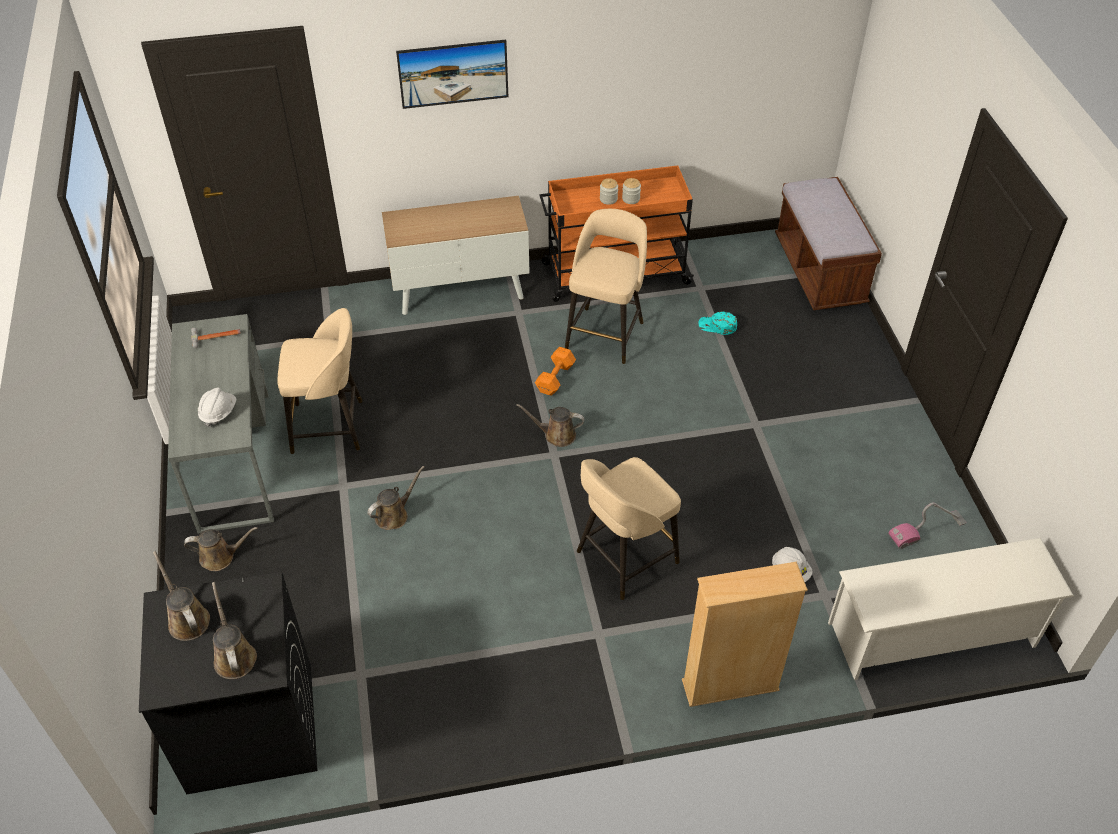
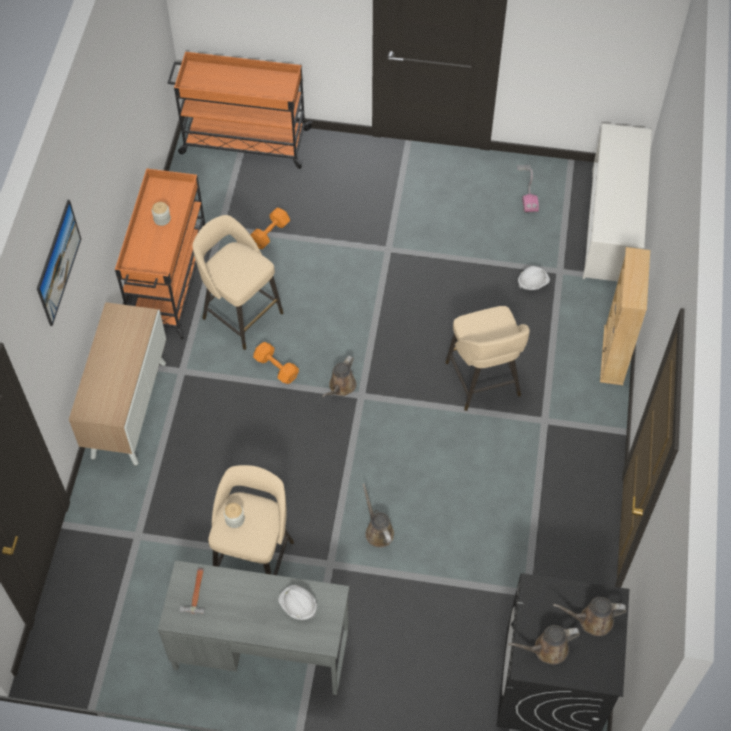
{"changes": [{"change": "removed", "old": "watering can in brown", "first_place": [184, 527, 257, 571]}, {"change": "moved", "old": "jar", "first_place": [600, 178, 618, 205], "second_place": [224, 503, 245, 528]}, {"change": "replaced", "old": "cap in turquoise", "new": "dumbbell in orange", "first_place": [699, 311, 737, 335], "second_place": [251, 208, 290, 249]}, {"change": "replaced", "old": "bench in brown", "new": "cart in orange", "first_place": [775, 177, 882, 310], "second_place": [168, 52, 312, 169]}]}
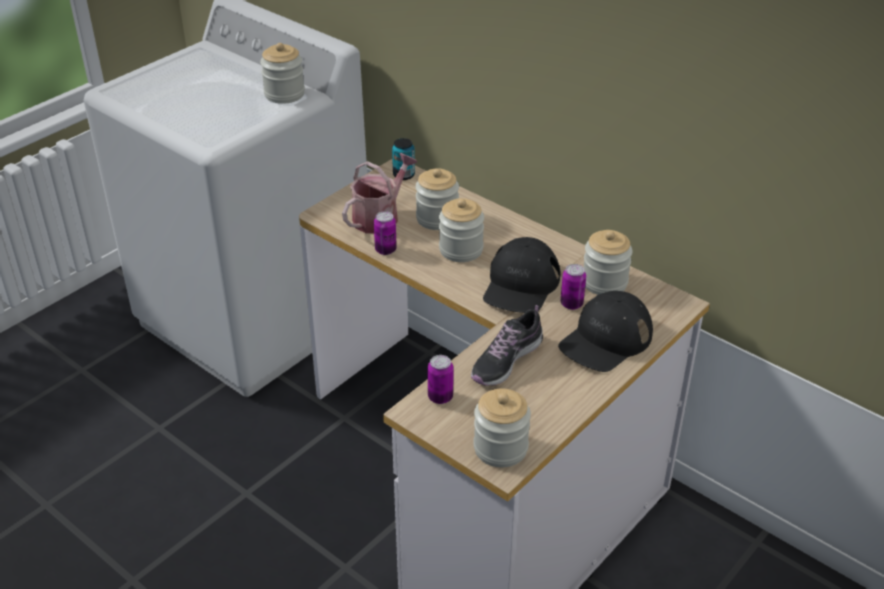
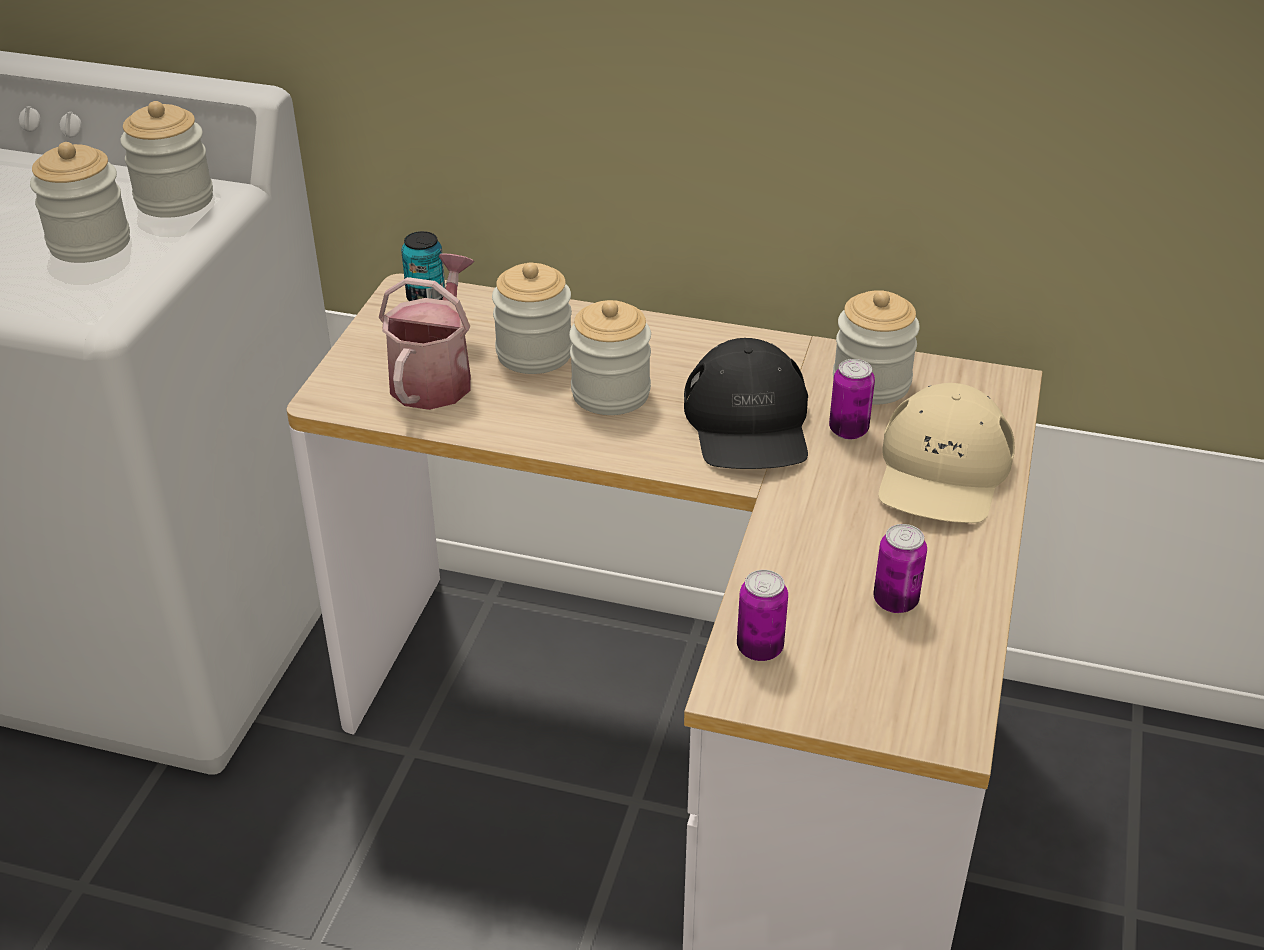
{"changes": [{"change": "moved", "old": "can", "first_place": [374, 211, 397, 255], "second_place": [873, 524, 927, 613]}, {"change": "removed", "old": "shoe", "first_place": [471, 305, 543, 386]}, {"change": "moved", "old": "jar", "first_place": [474, 389, 531, 467], "second_place": [30, 142, 130, 263]}, {"change": "recoloured", "old": "cap in black", "new": "cap in beige", "first_place": [558, 291, 653, 372], "second_place": [878, 383, 1015, 523]}]}
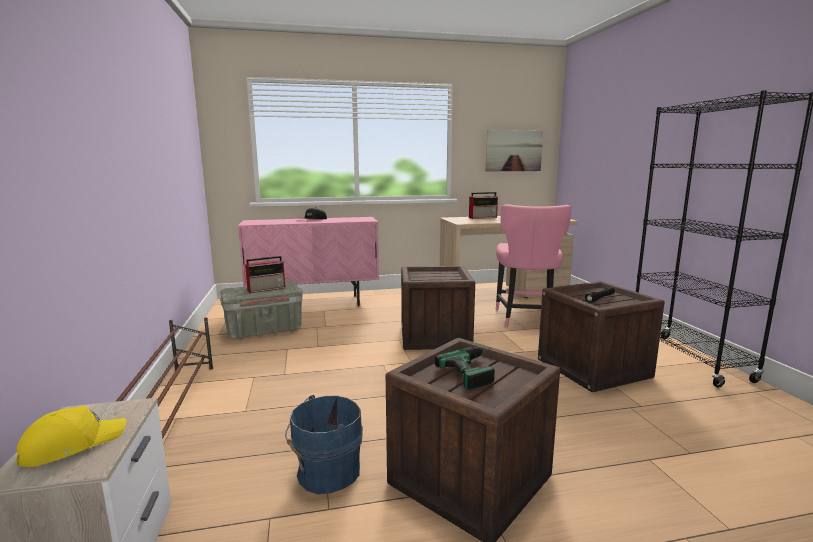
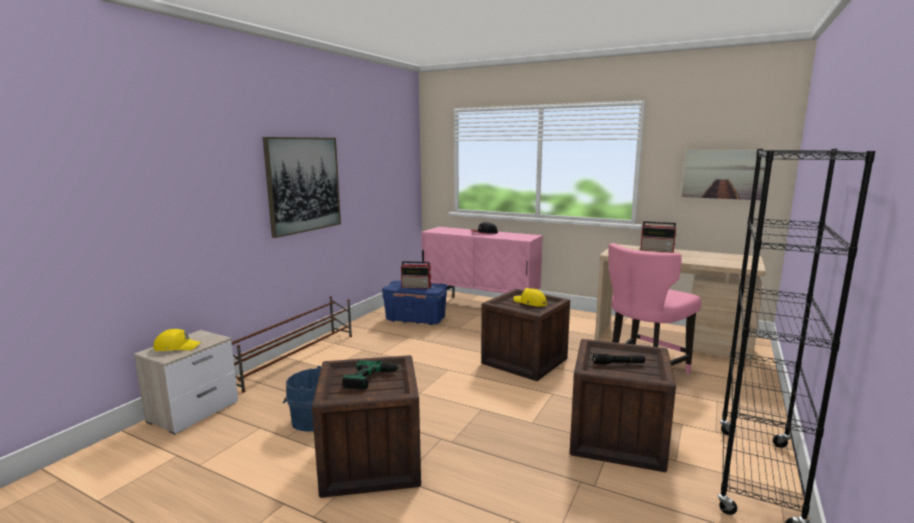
{"changes": [{"change": "recoloured", "old": "storage box in grey", "new": "storage box in blue", "first_place": [220, 281, 303, 339], "second_place": [382, 281, 447, 325]}, {"change": "added", "new": "picture", "second_place": [263, 137, 341, 238]}, {"change": "added", "new": "cap in yellow", "second_place": [513, 288, 547, 307]}]}
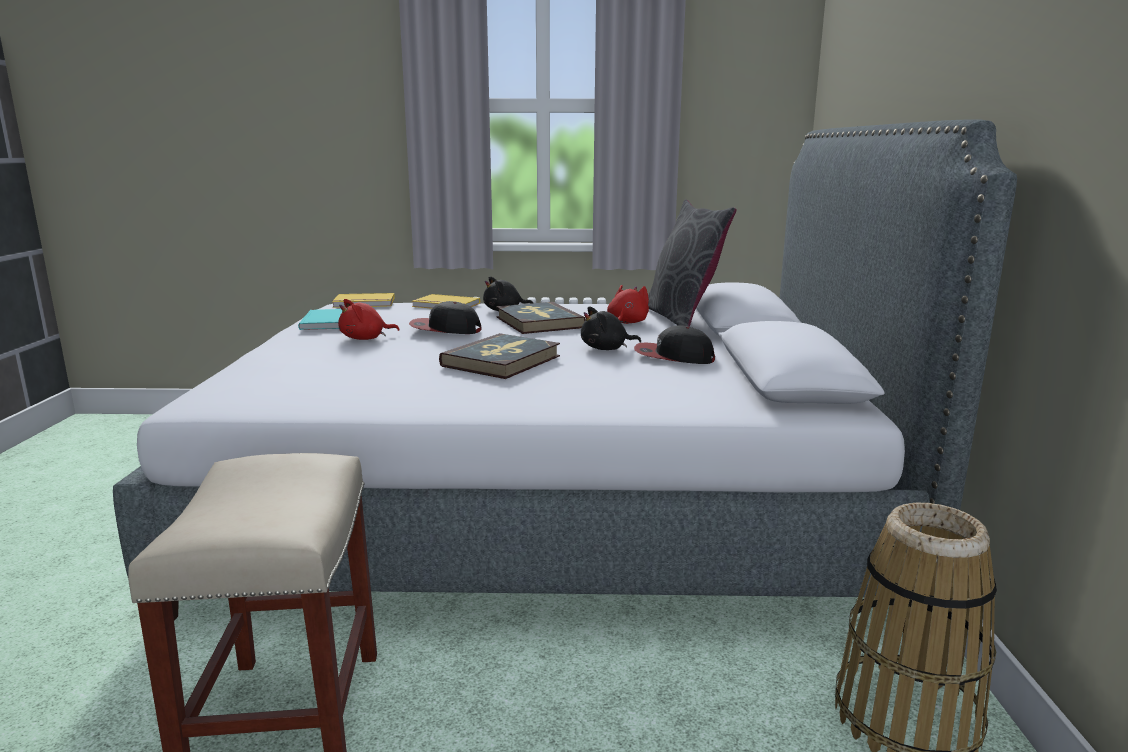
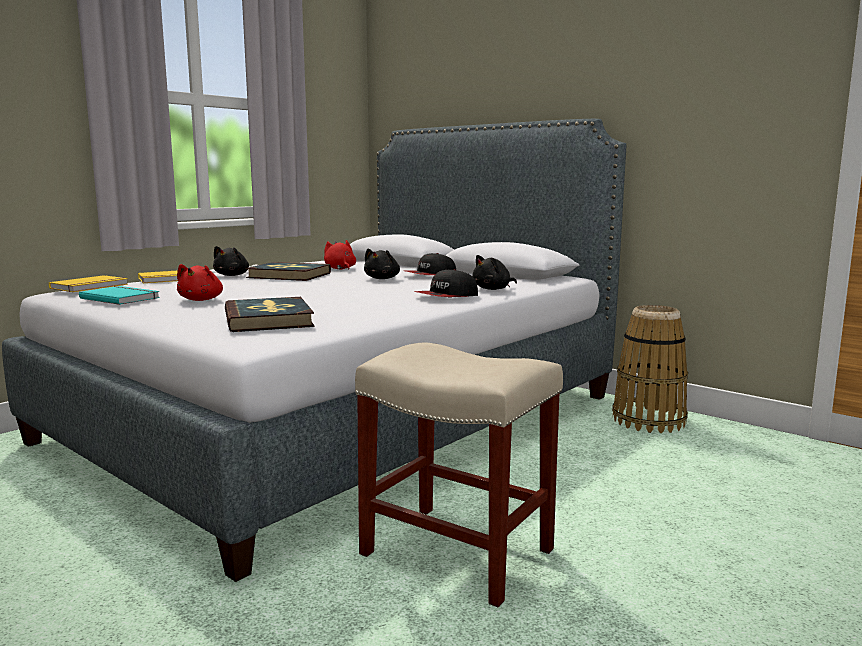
{"changes": [{"change": "moved", "old": "cap", "first_place": [409, 301, 481, 334], "second_place": [414, 269, 478, 297]}, {"change": "moved", "old": "book", "first_place": [439, 333, 560, 379], "second_place": [225, 297, 315, 332]}, {"change": "removed", "old": "pillow in grey", "first_place": [648, 199, 737, 327]}, {"change": "added", "new": "plush toy in black", "second_place": [472, 255, 517, 290]}]}
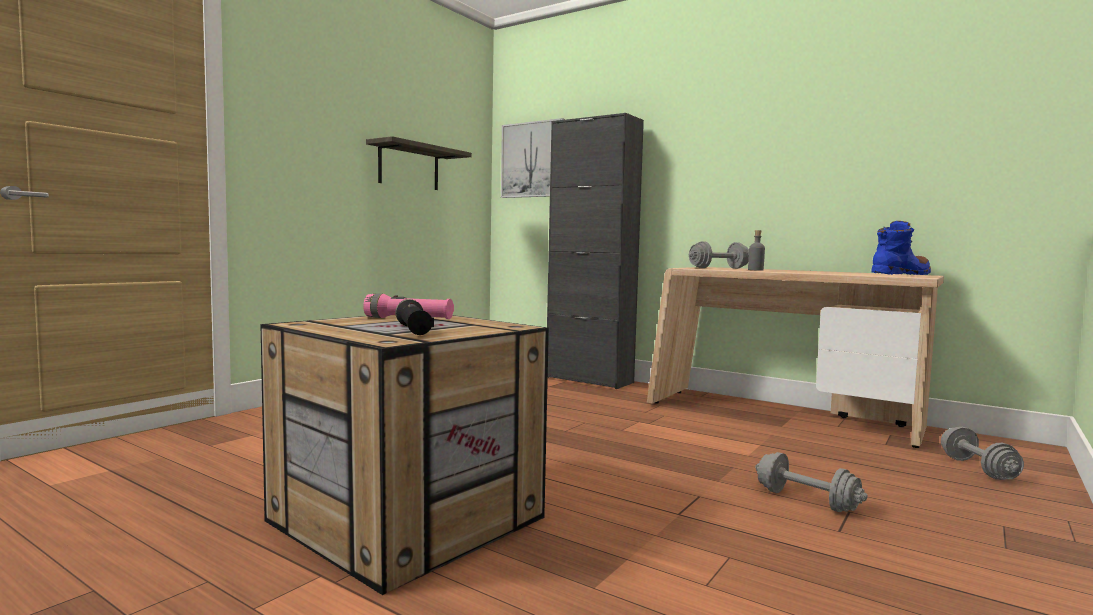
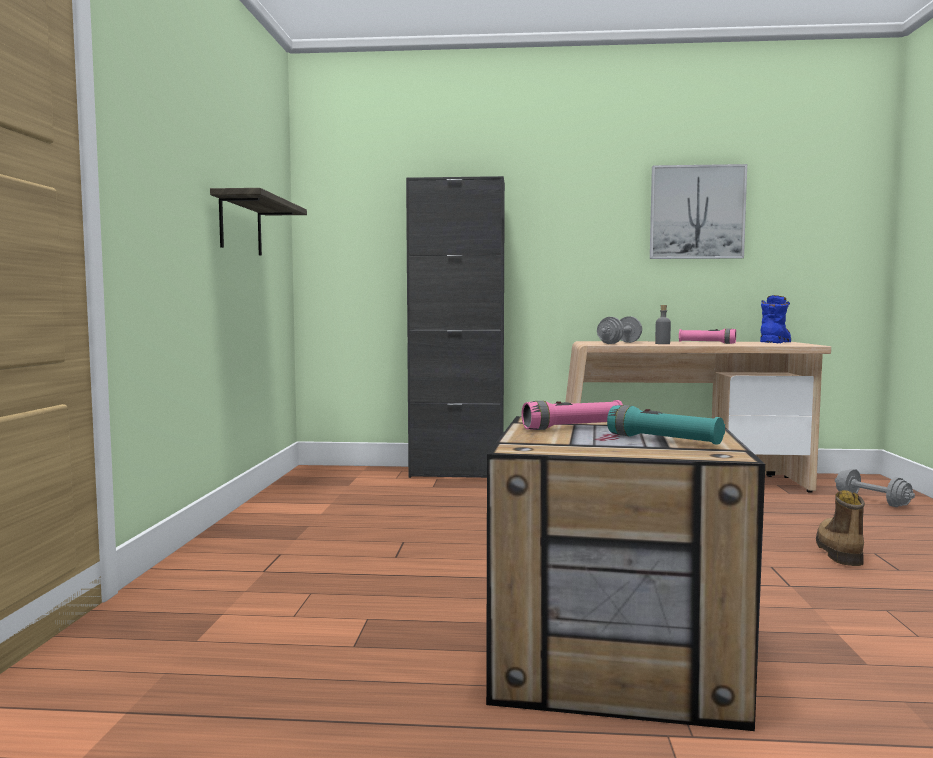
{"changes": [{"change": "recoloured", "old": "flashlight in black", "new": "flashlight in turquoise", "first_place": [395, 299, 434, 335], "second_place": [607, 405, 725, 445]}, {"change": "moved", "old": "picture", "first_place": [501, 118, 565, 198], "second_place": [650, 164, 747, 259]}, {"change": "replaced", "old": "dumbbell in grey", "new": "boot", "first_place": [755, 452, 868, 512], "second_place": [816, 490, 865, 566]}, {"change": "added", "new": "flashlight in pink", "second_place": [679, 328, 736, 344]}]}
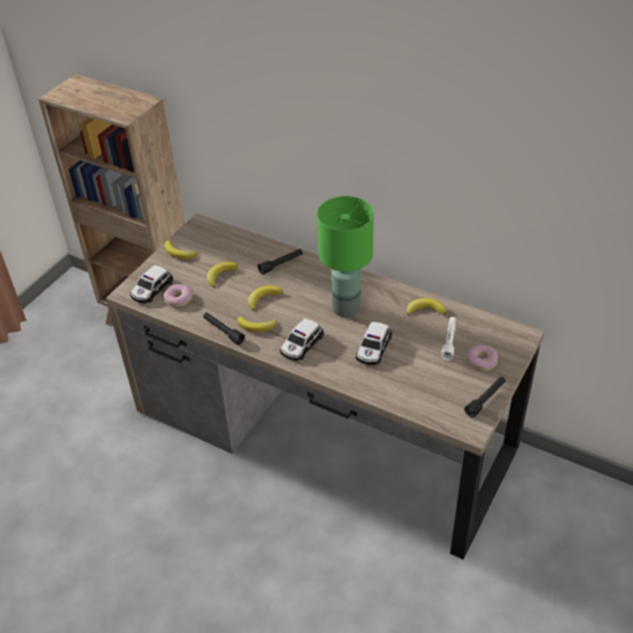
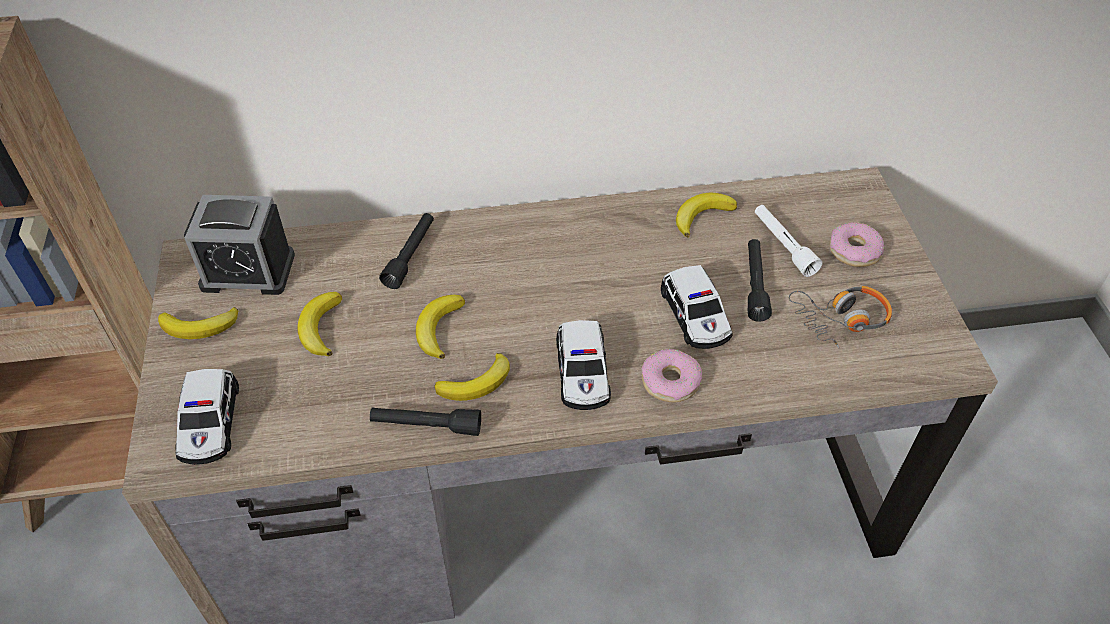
{"changes": [{"change": "moved", "old": "donut", "first_place": [163, 284, 193, 307], "second_place": [641, 349, 702, 402]}, {"change": "removed", "old": "table lamp in green", "first_place": [317, 196, 374, 317]}, {"change": "moved", "old": "flashlight in black", "first_place": [464, 376, 506, 418], "second_place": [748, 239, 772, 322]}, {"change": "added", "new": "alarm clock", "second_place": [184, 195, 295, 295]}, {"change": "added", "new": "headphones", "second_place": [789, 286, 892, 348]}]}
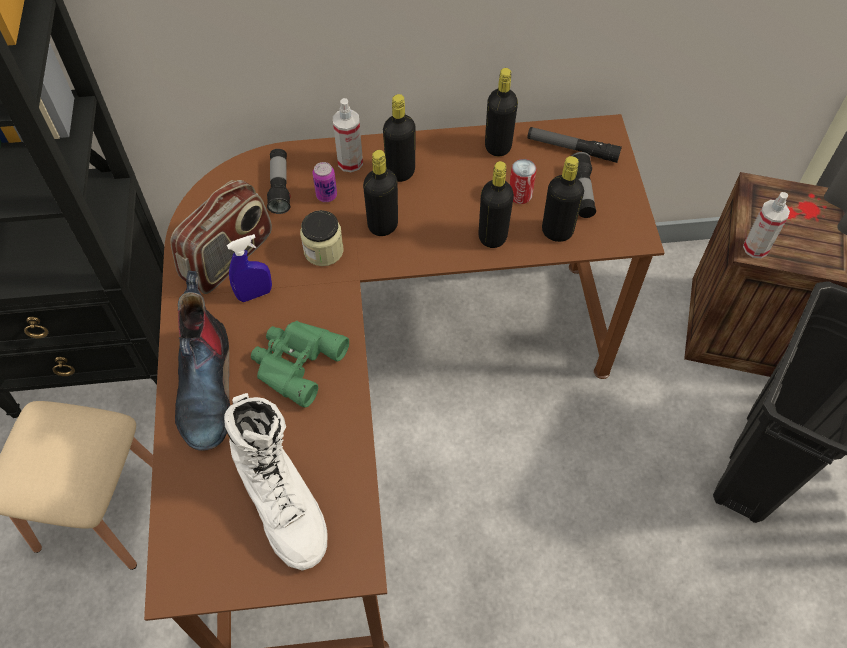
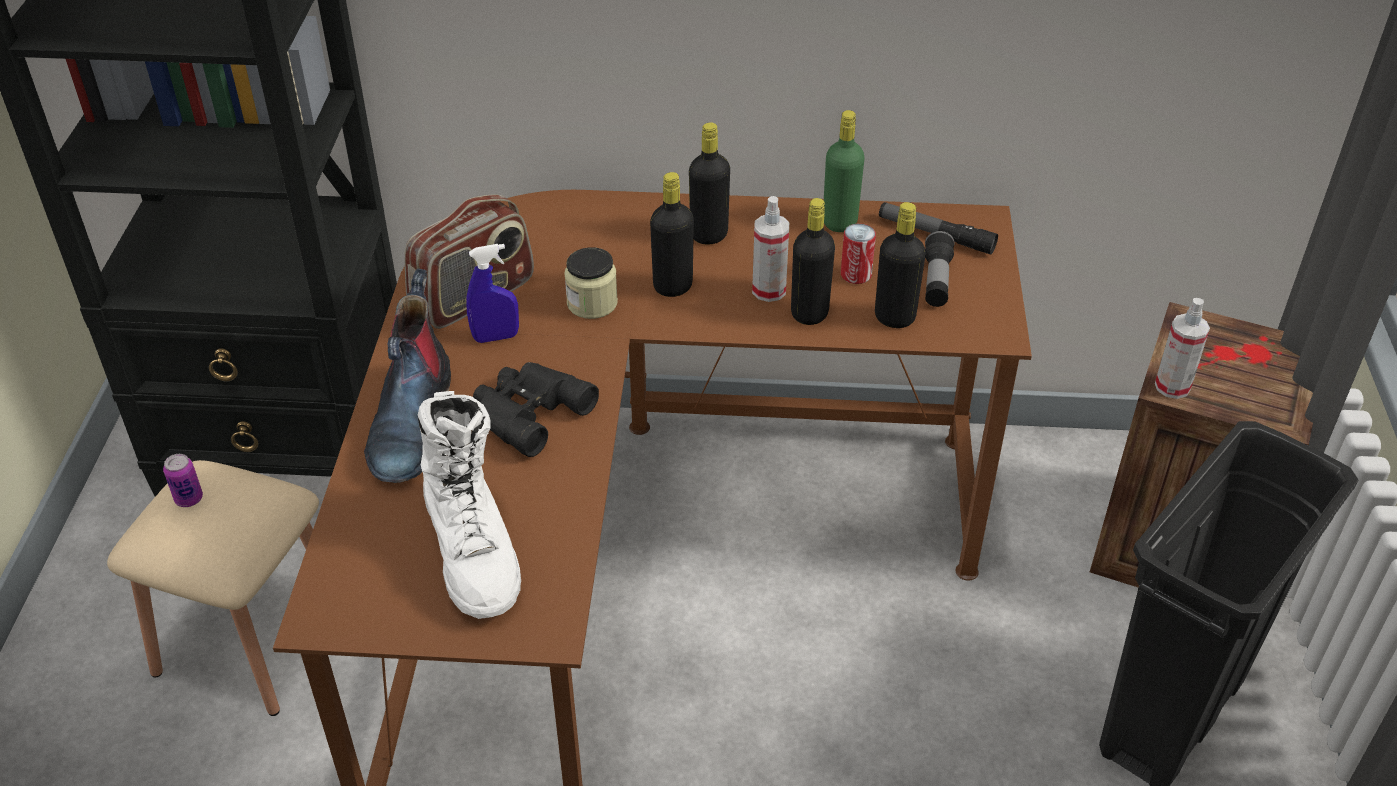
{"changes": [{"change": "recoloured", "old": "binoculars in green", "new": "binoculars in black", "first_place": [251, 321, 349, 407], "second_place": [473, 362, 599, 457]}, {"change": "removed", "old": "flashlight", "first_place": [267, 149, 290, 214]}, {"change": "moved", "old": "can", "first_place": [313, 162, 337, 202], "second_place": [163, 454, 203, 507]}, {"change": "moved", "old": "spray bottle", "first_place": [333, 98, 363, 172], "second_place": [752, 196, 789, 302]}, {"change": "recoloured", "old": "bottle in black", "new": "bottle in green", "first_place": [485, 68, 518, 157], "second_place": [824, 110, 865, 232]}]}
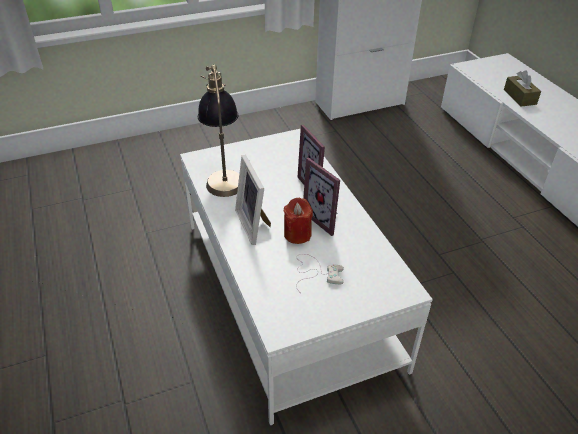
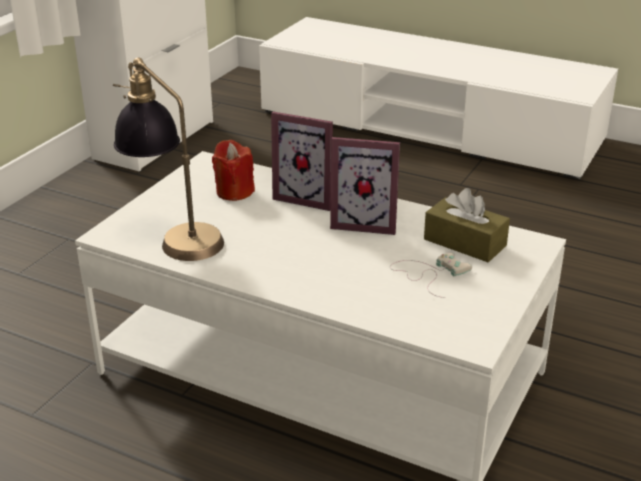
{"changes": [{"change": "removed", "old": "picture frame", "first_place": [235, 155, 271, 245]}, {"change": "moved", "old": "candle in red", "first_place": [284, 198, 313, 244], "second_place": [212, 140, 255, 201]}, {"change": "moved", "old": "tissue box in brown", "first_place": [504, 70, 541, 107], "second_place": [424, 188, 510, 262]}]}
